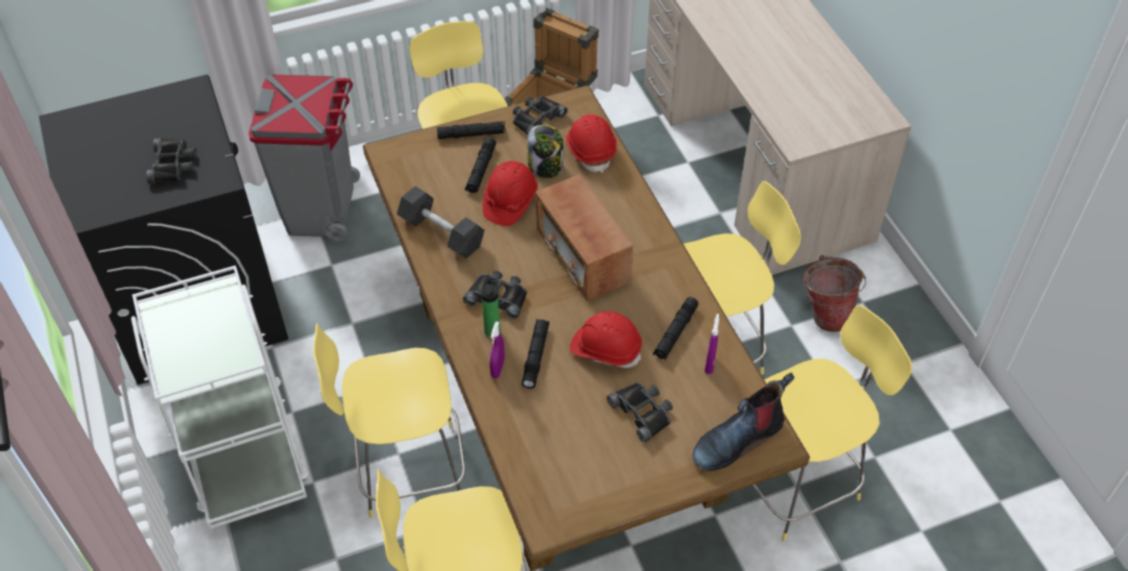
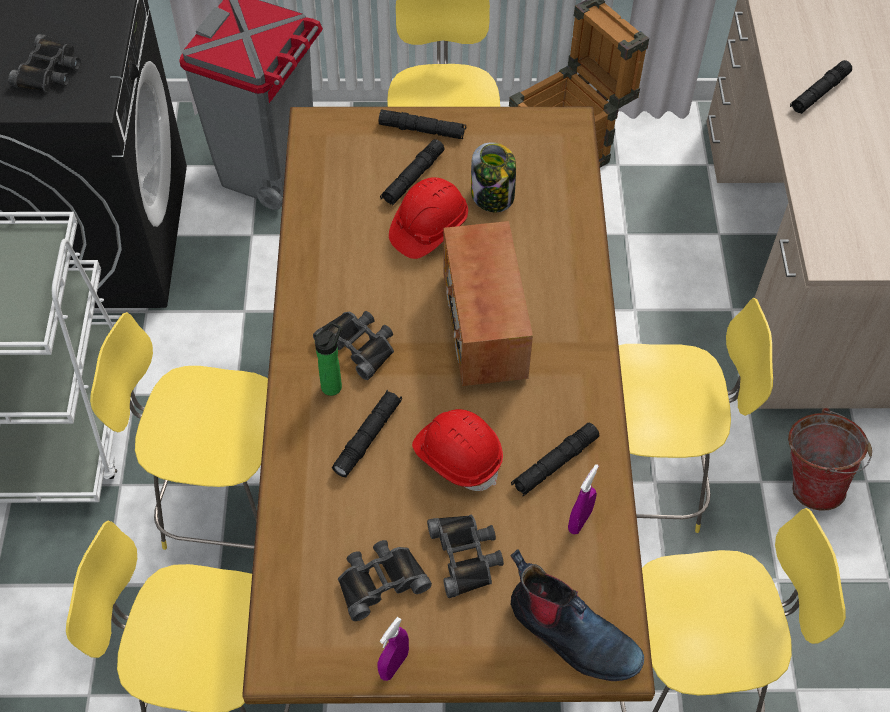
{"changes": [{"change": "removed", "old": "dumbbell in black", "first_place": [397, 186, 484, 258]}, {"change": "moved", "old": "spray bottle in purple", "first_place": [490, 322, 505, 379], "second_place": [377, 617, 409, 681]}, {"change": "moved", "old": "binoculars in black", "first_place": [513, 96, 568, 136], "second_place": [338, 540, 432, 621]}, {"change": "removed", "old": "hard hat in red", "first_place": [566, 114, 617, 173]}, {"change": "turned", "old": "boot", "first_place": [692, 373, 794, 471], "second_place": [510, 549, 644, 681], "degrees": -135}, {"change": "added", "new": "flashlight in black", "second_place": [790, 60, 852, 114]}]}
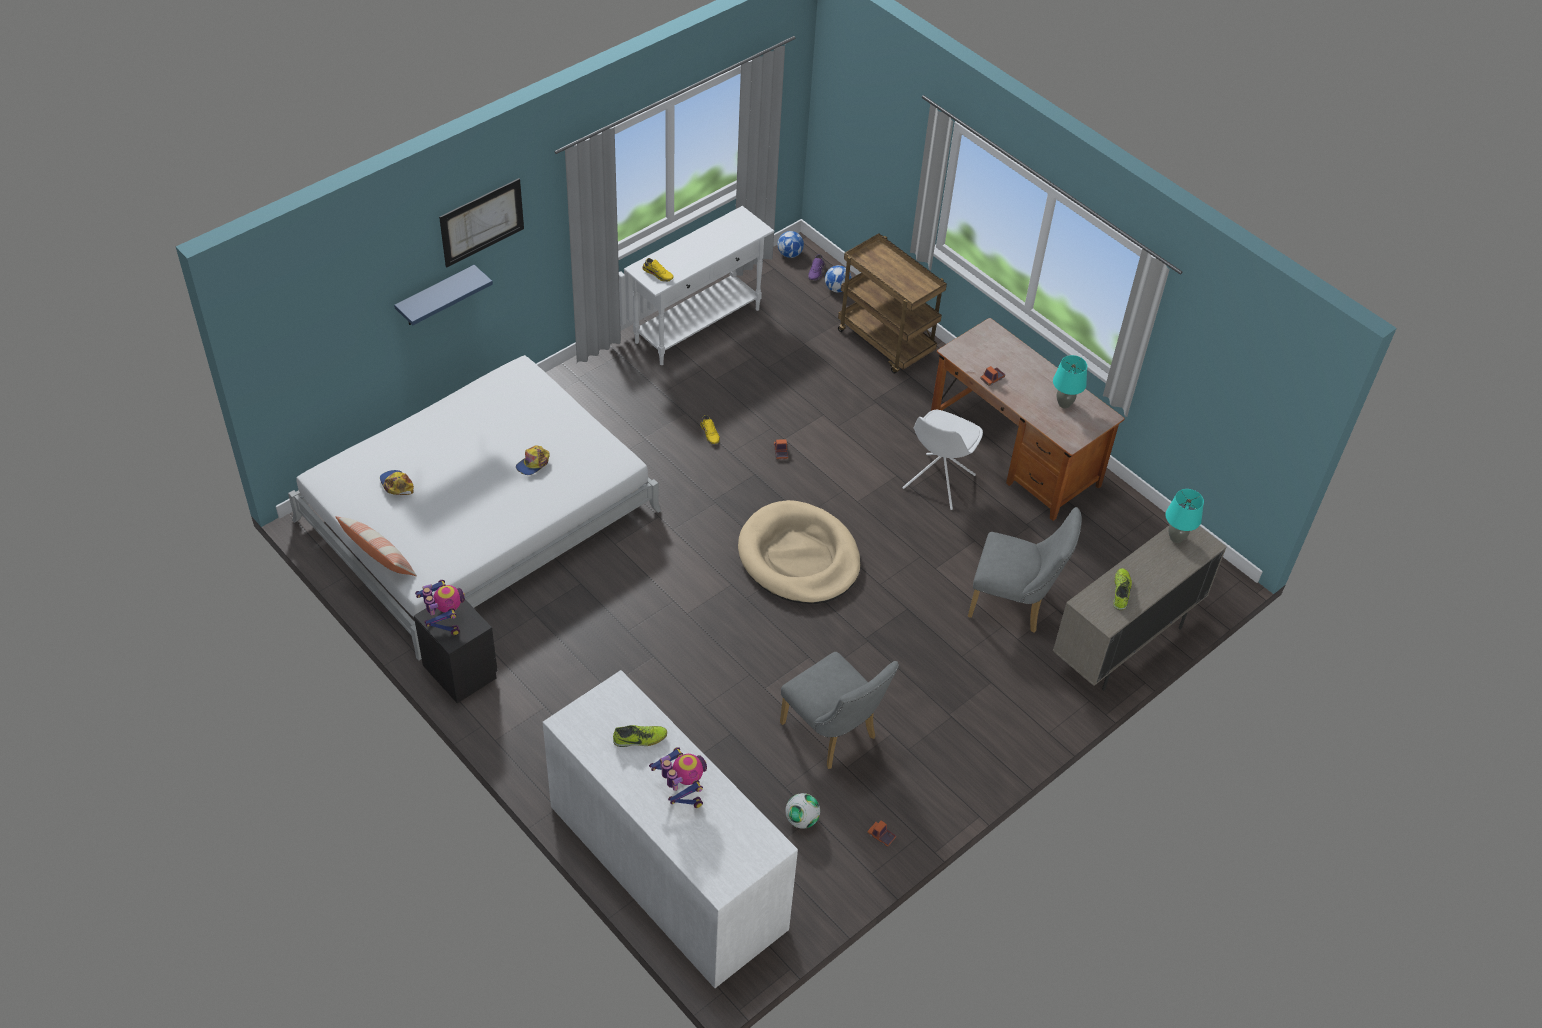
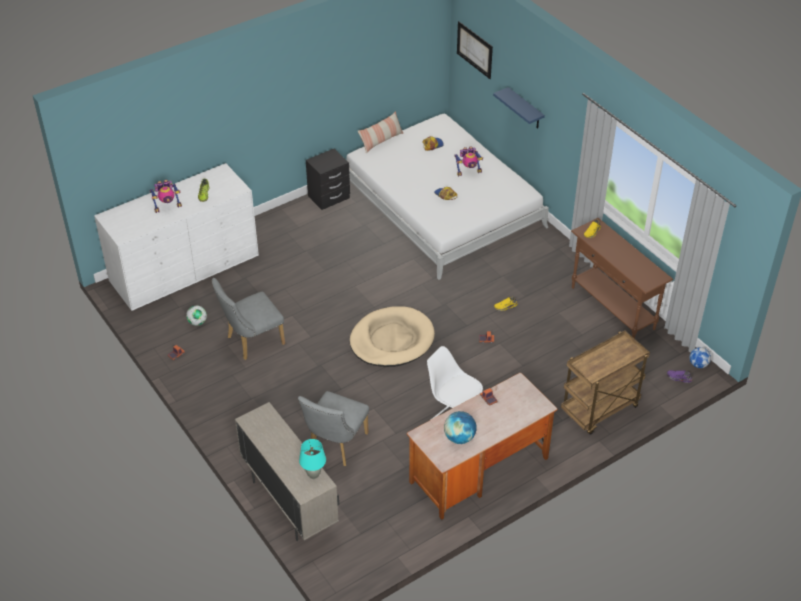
{"changes": [{"change": "moved", "old": "toy robot", "first_place": [415, 580, 465, 635], "second_place": [454, 147, 483, 176]}, {"change": "moved", "old": "picture", "first_place": [439, 178, 524, 268], "second_place": [457, 21, 493, 79]}, {"change": "recoloured", "old": "console table in white", "new": "console table in brown", "first_place": [624, 206, 775, 365], "second_place": [571, 218, 673, 339]}, {"change": "removed", "old": "football", "first_place": [825, 265, 852, 292]}, {"change": "replaced", "old": "table lamp in turquoise", "new": "globe", "first_place": [1053, 355, 1087, 408], "second_place": [444, 411, 476, 444]}, {"change": "removed", "old": "shoe", "first_place": [1113, 568, 1132, 610]}]}
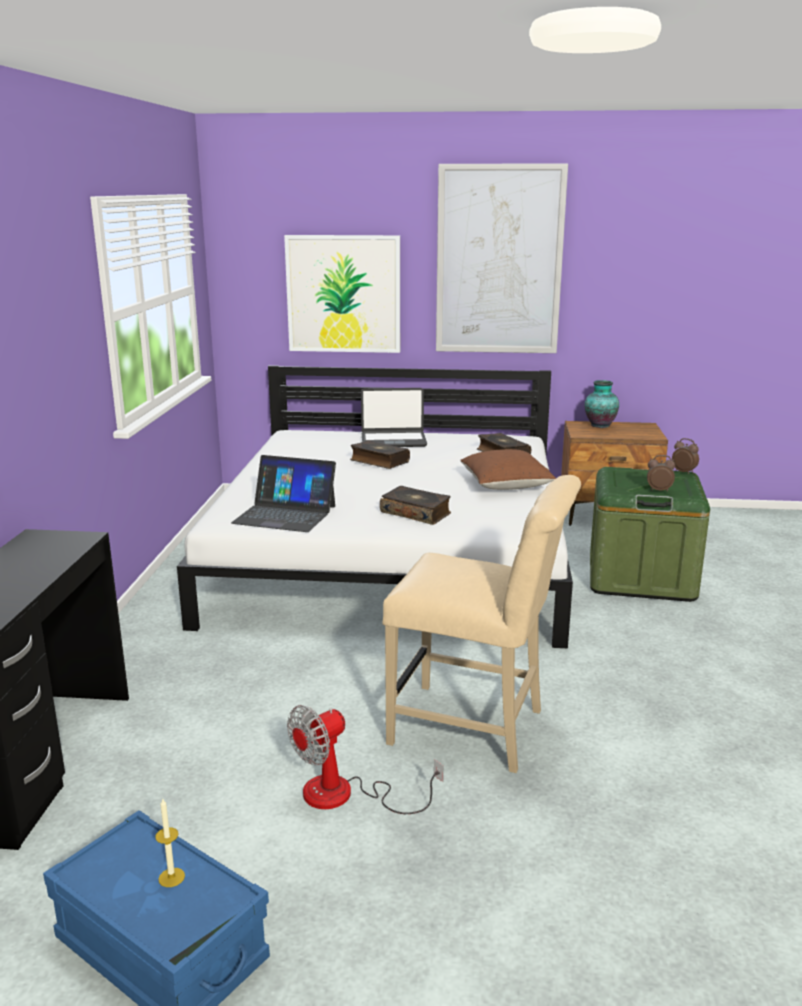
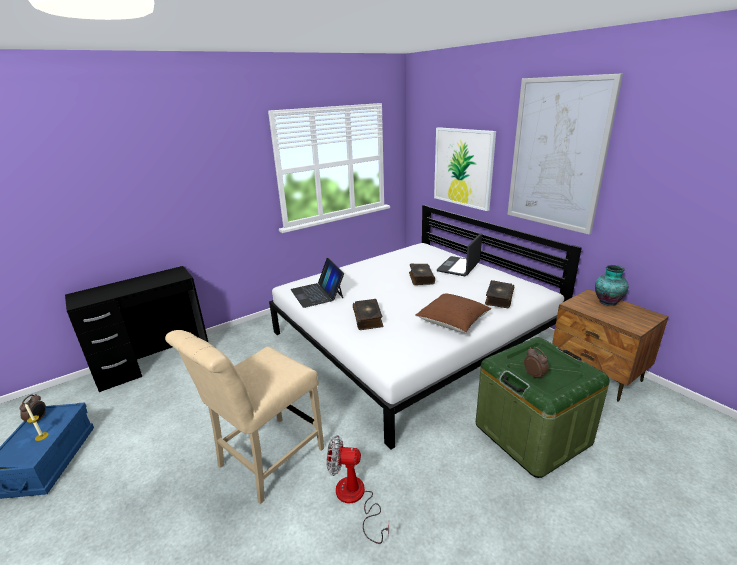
{"changes": [{"change": "moved", "old": "fan", "first_place": [287, 705, 443, 814], "second_place": [326, 435, 389, 544]}, {"change": "turned", "old": "laptop", "first_place": [361, 388, 427, 447], "second_place": [437, 233, 482, 276], "degrees": 75}, {"change": "turned", "old": "chair in beige", "first_place": [383, 475, 581, 773], "second_place": [165, 330, 324, 504], "degrees": 60}, {"change": "moved", "old": "alarm clock", "first_place": [672, 438, 699, 474], "second_place": [19, 394, 46, 424]}]}
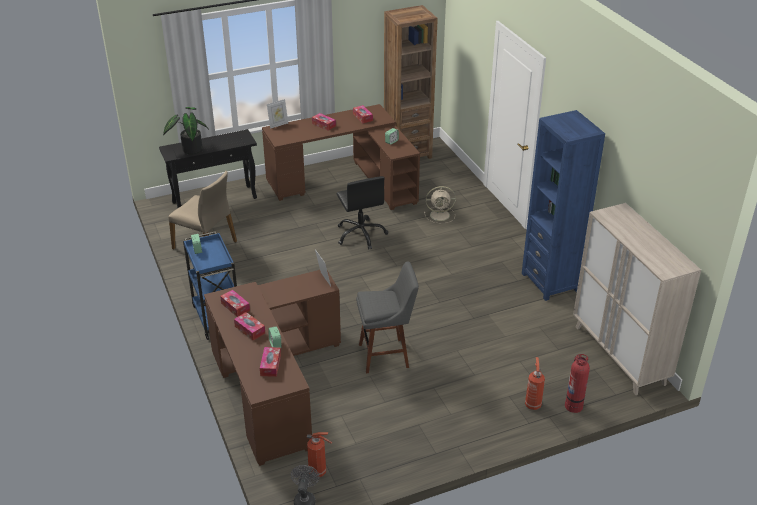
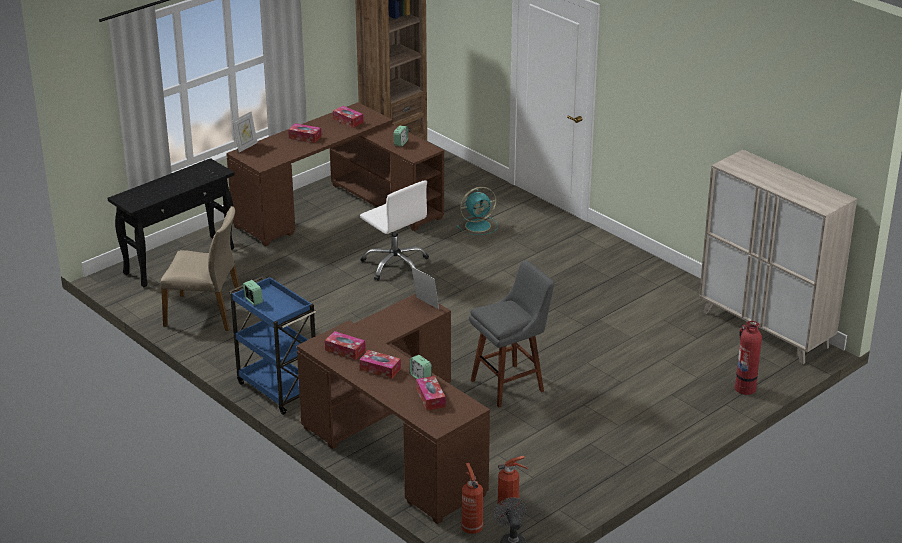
{"changes": [{"change": "removed", "old": "potted plant", "first_place": [163, 107, 208, 154]}, {"change": "recoloured", "old": "office chair in black", "new": "office chair in white", "first_place": [336, 176, 388, 249], "second_place": [360, 180, 429, 281]}, {"change": "recoloured", "old": "fan in beige", "new": "fan in turquoise", "first_place": [424, 186, 456, 223], "second_place": [457, 187, 498, 235]}, {"change": "removed", "old": "bookcase in blue", "first_place": [522, 110, 605, 301]}, {"change": "moved", "old": "fire extinguisher", "first_place": [525, 357, 545, 410], "second_place": [461, 463, 483, 534]}]}
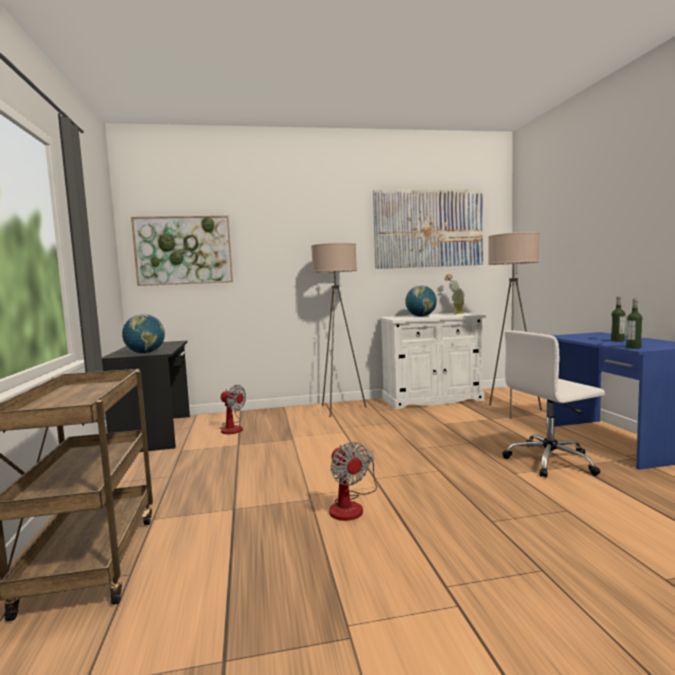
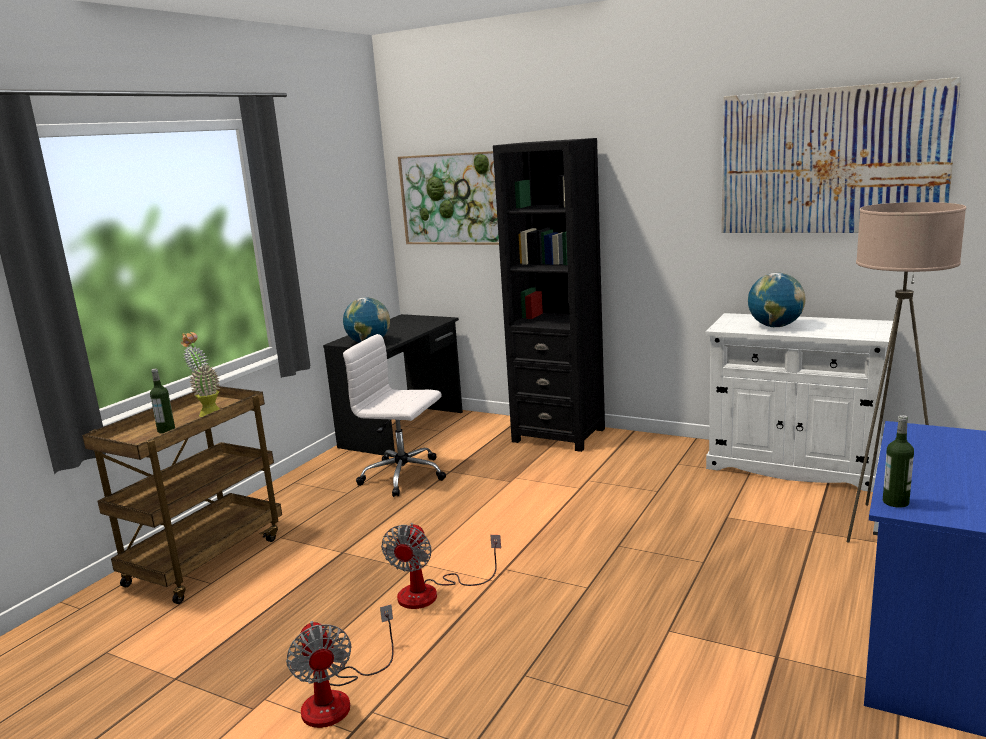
{"changes": [{"change": "moved", "old": "fan", "first_place": [220, 385, 246, 434], "second_place": [286, 604, 394, 728]}, {"change": "removed", "old": "floor lamp in beige", "first_place": [311, 243, 366, 417]}, {"change": "moved", "old": "potted plant", "first_place": [445, 274, 465, 314], "second_place": [181, 332, 220, 417]}, {"change": "moved", "old": "office chair in white", "first_place": [502, 330, 605, 478], "second_place": [343, 334, 446, 497]}, {"change": "moved", "old": "bottle", "first_place": [611, 297, 625, 342], "second_place": [150, 368, 175, 434]}, {"change": "added", "new": "bookcase in black", "second_place": [493, 138, 605, 452]}]}
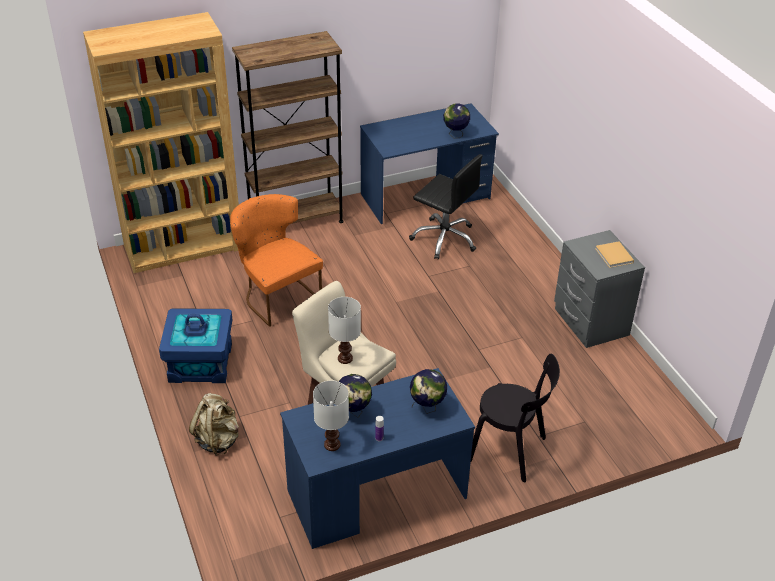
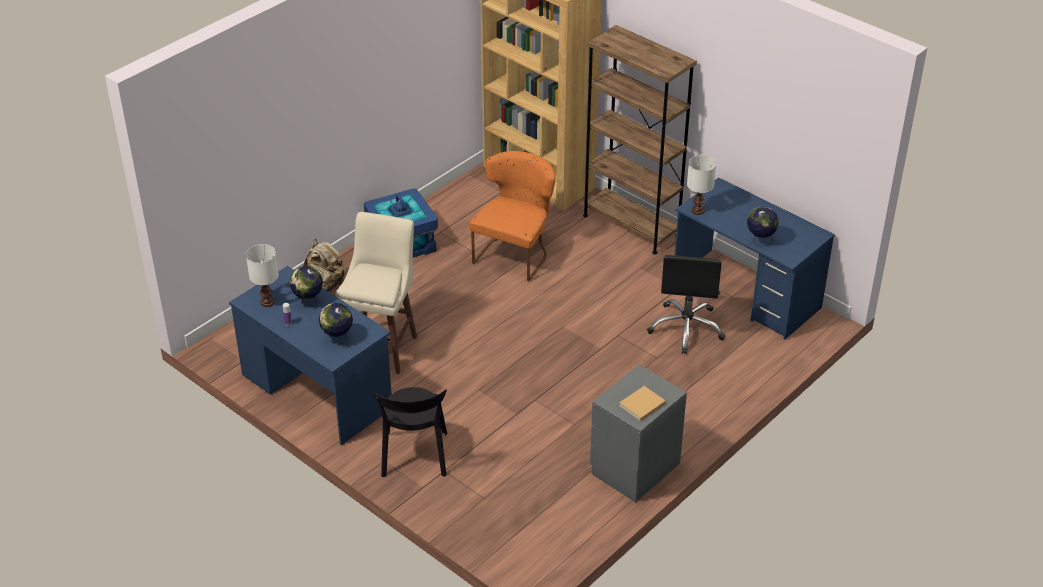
{"changes": [{"change": "moved", "old": "table lamp in white", "first_place": [328, 297, 361, 364], "second_place": [687, 155, 716, 215]}]}
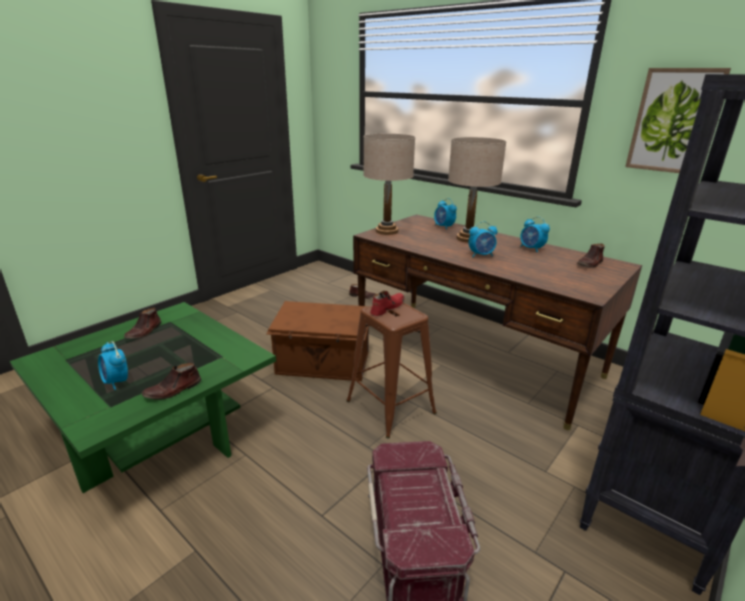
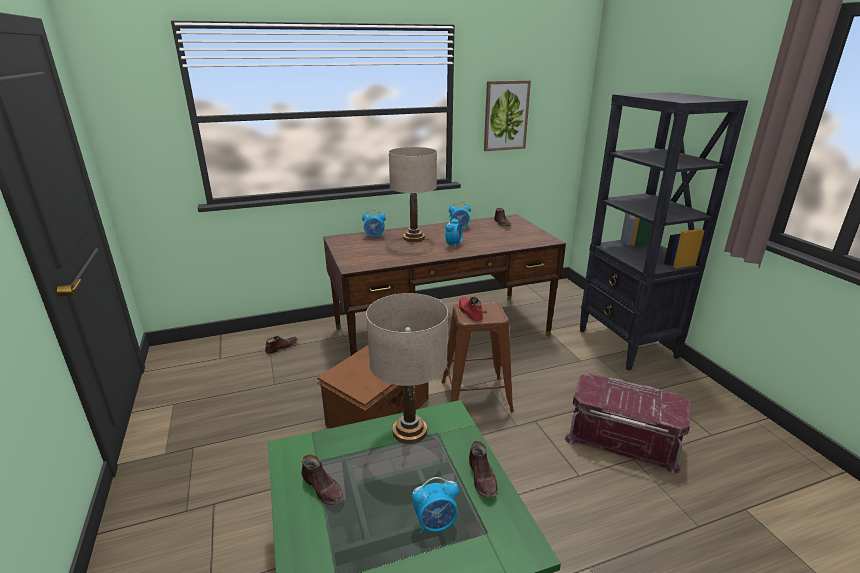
{"changes": [{"change": "moved", "old": "table lamp in beige", "first_place": [363, 134, 415, 235], "second_place": [366, 293, 448, 444]}]}
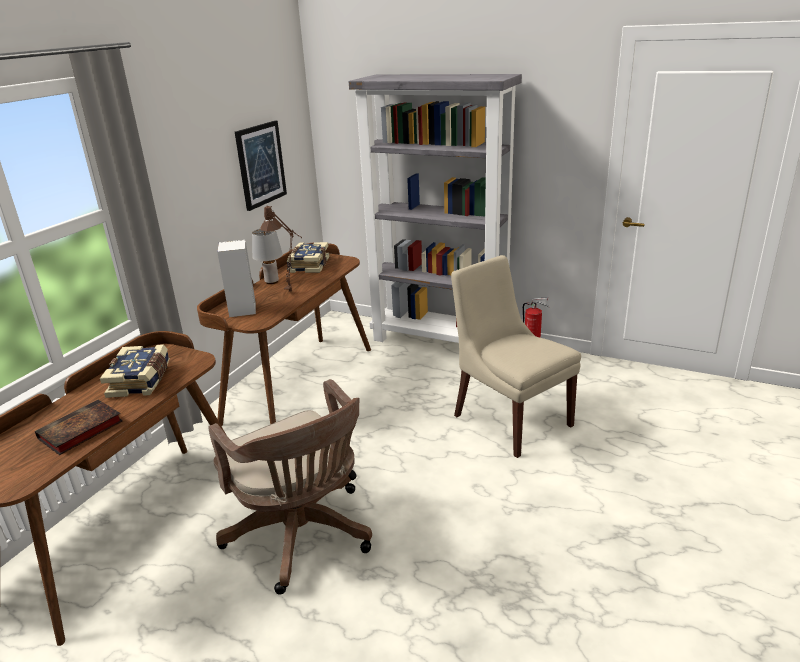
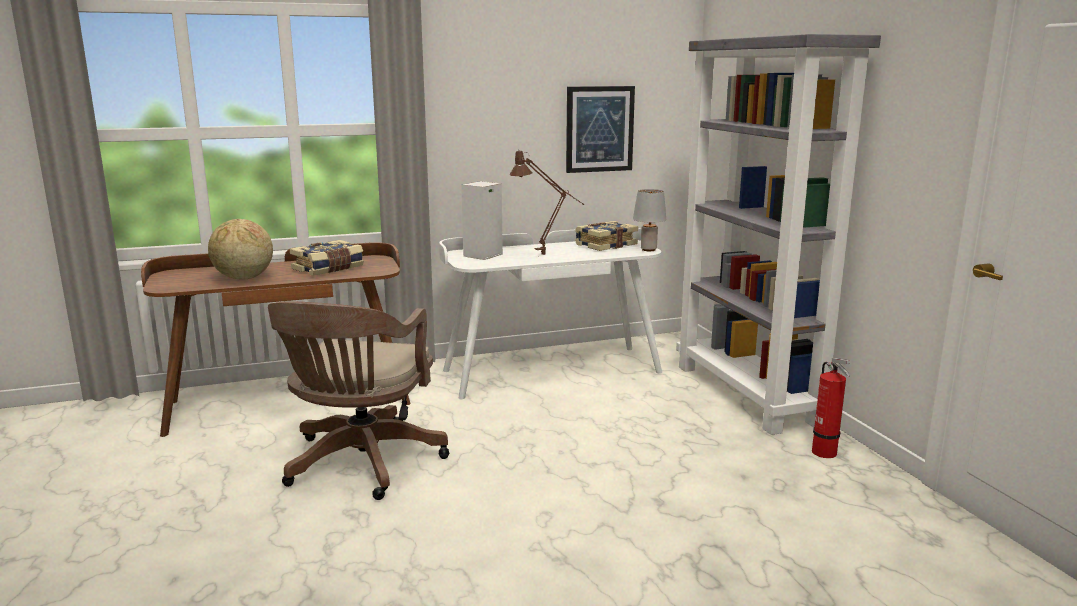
{"changes": [{"change": "replaced", "old": "book", "new": "globe", "first_place": [35, 400, 123, 455], "second_place": [208, 219, 273, 279]}, {"change": "recoloured", "old": "desk in brown", "new": "desk in white", "first_place": [197, 243, 371, 426], "second_place": [439, 228, 662, 400]}, {"change": "moved", "old": "table lamp in grey", "first_place": [252, 229, 283, 284], "second_place": [633, 189, 666, 251]}, {"change": "removed", "old": "chair in beige", "first_place": [451, 255, 581, 458]}]}
